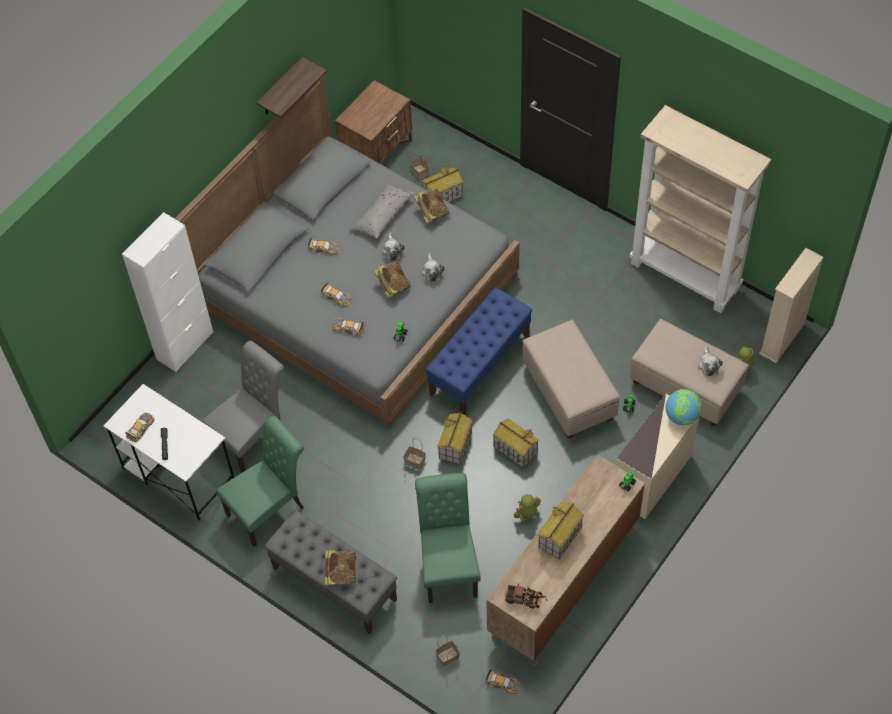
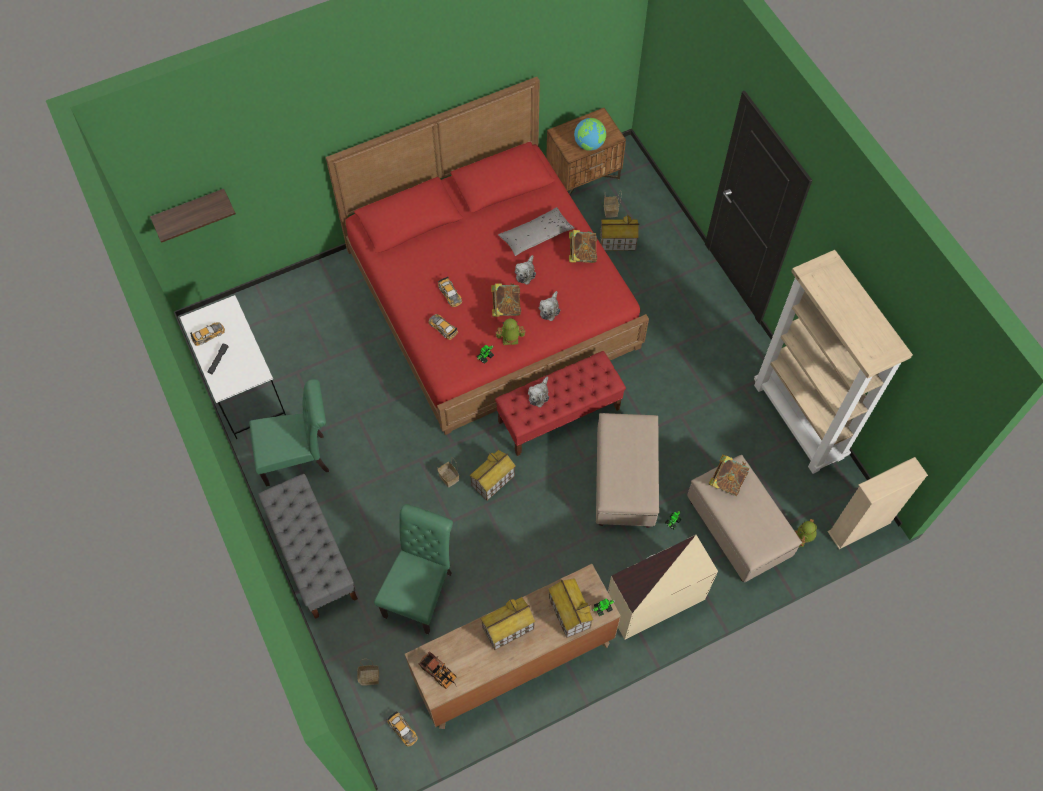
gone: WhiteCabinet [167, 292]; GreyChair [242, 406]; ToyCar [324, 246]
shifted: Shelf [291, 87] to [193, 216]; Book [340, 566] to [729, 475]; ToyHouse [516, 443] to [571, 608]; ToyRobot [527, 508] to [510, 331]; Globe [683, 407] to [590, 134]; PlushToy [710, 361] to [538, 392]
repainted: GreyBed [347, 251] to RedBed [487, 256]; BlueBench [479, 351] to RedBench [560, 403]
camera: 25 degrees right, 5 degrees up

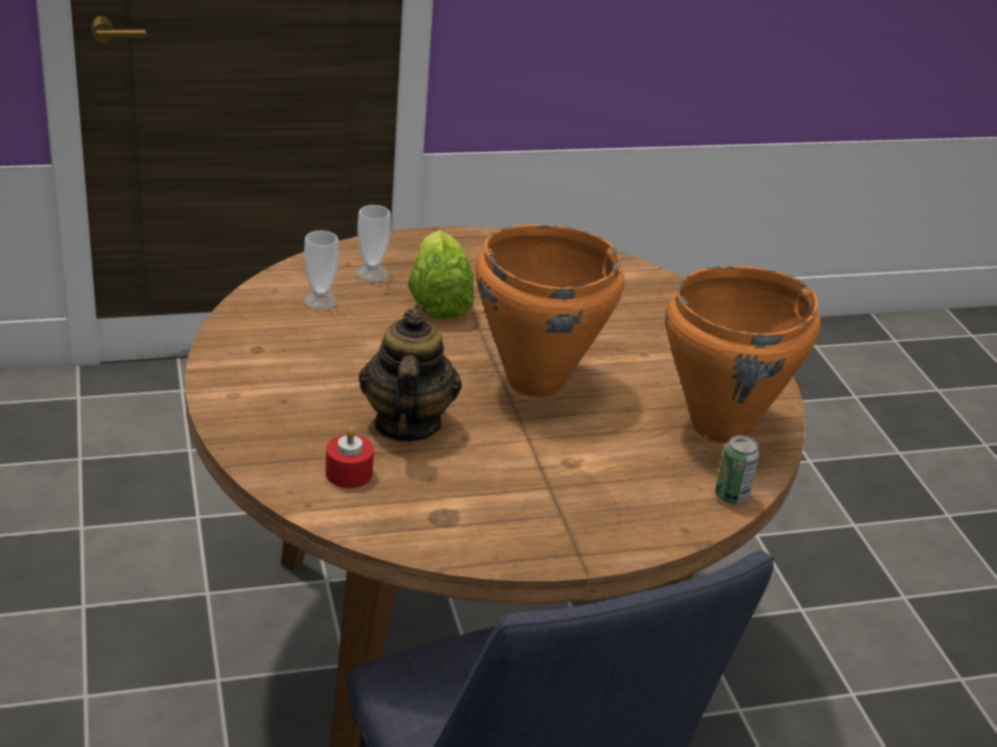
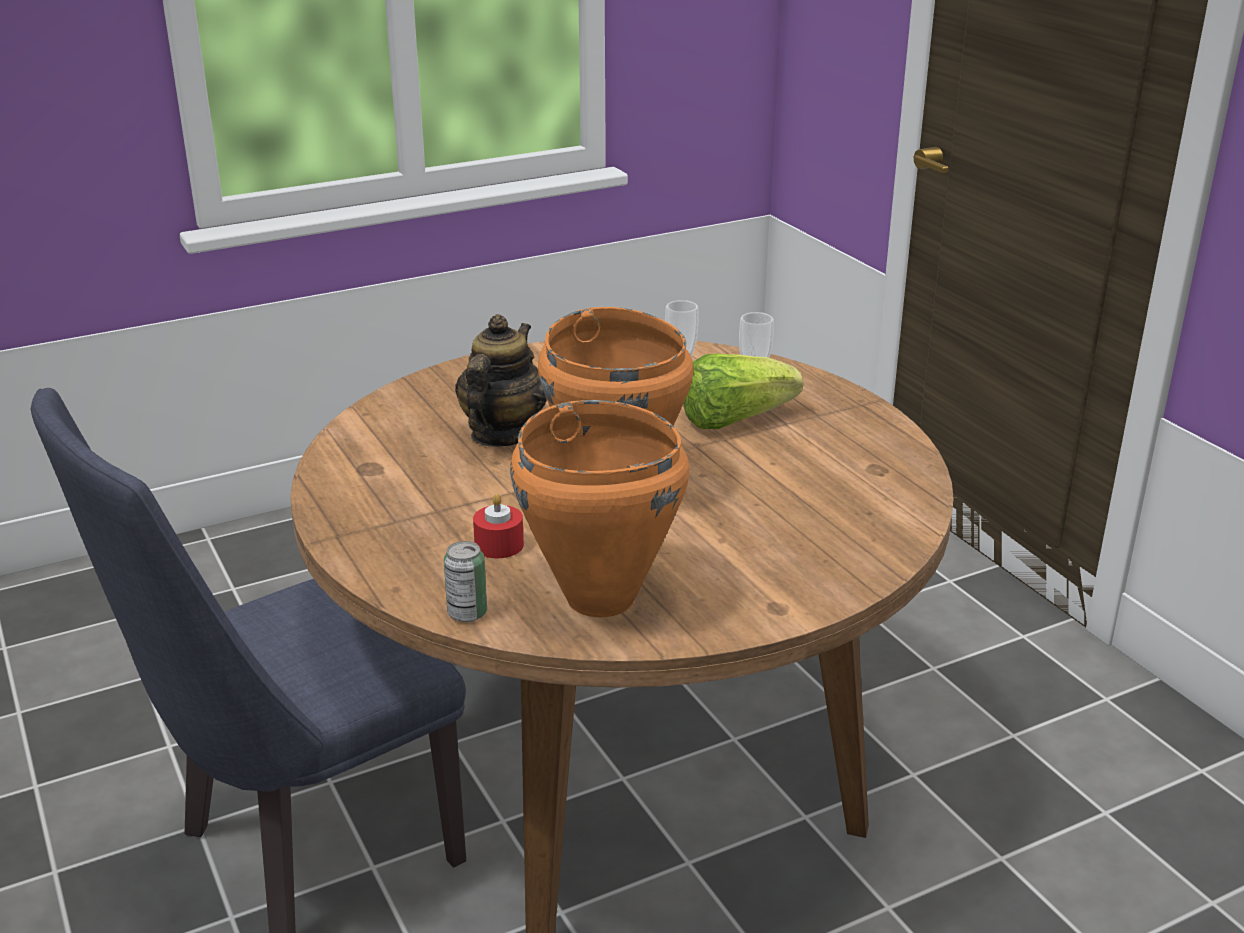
shifted: RedCandle [350, 457] to [498, 526]
rotated: Teapot [410, 373] = [501, 380] 60 degrees counterclockwise
camera: 80 degrees right, 5 degrees down

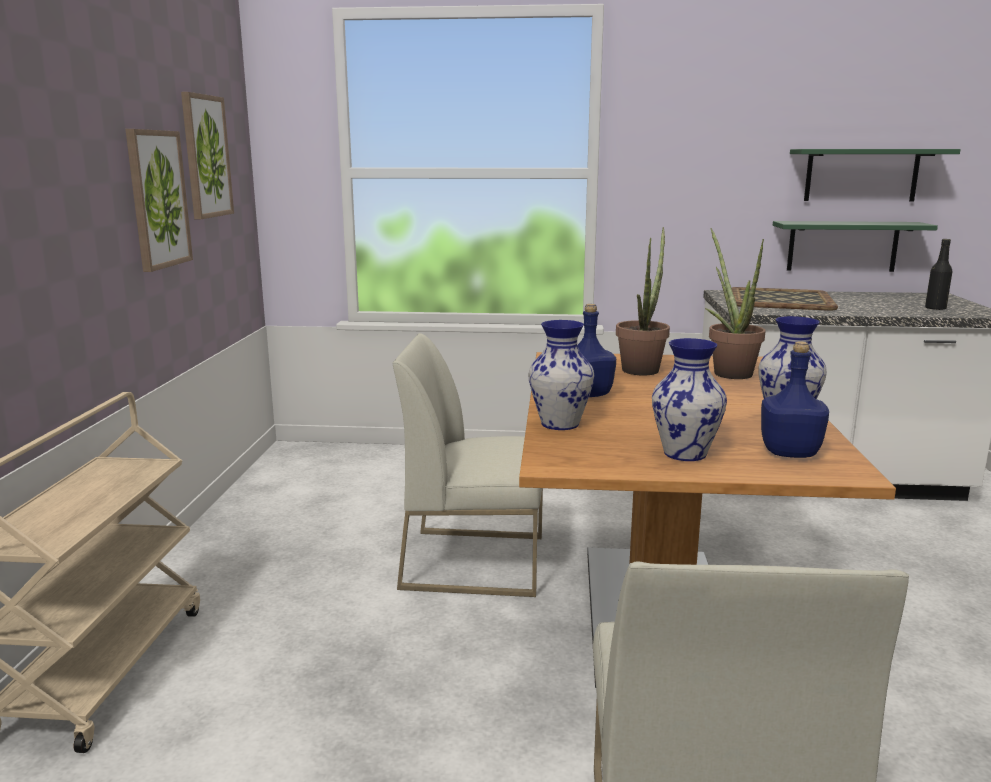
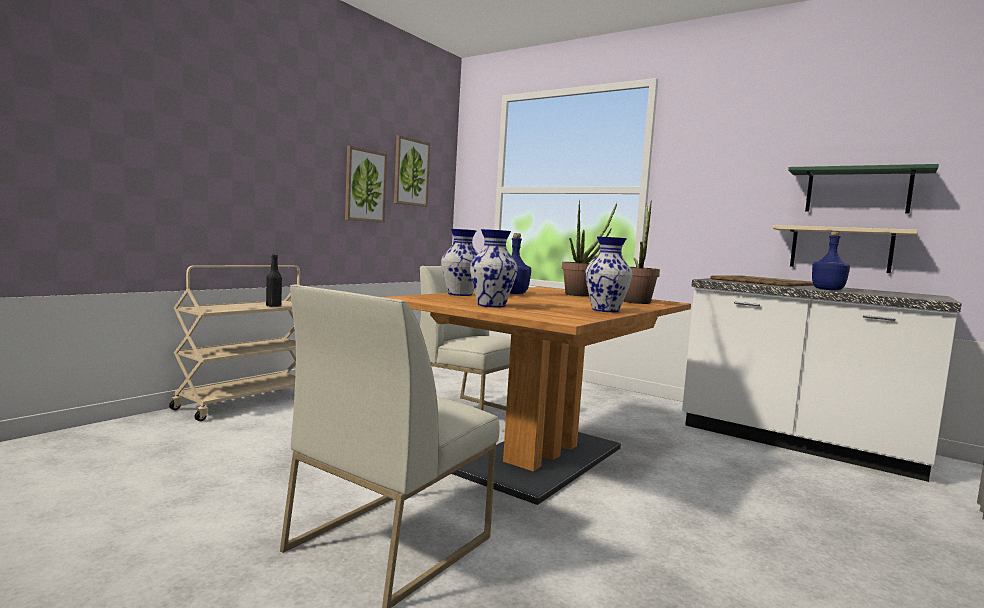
shifted: BlueBottle [795, 399] to [831, 260]; BlackBottle [939, 274] to [274, 280]
repainted: GreenShelf [855, 246] to BeigeShelf [845, 249]
camera: 30 degrees right, 10 degrees down

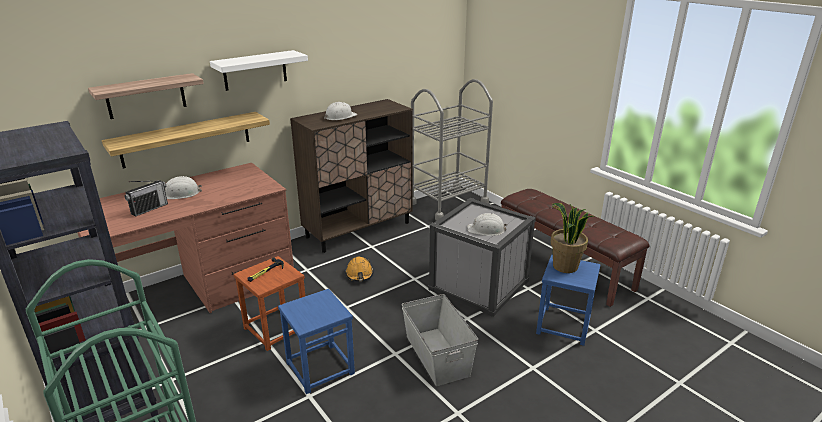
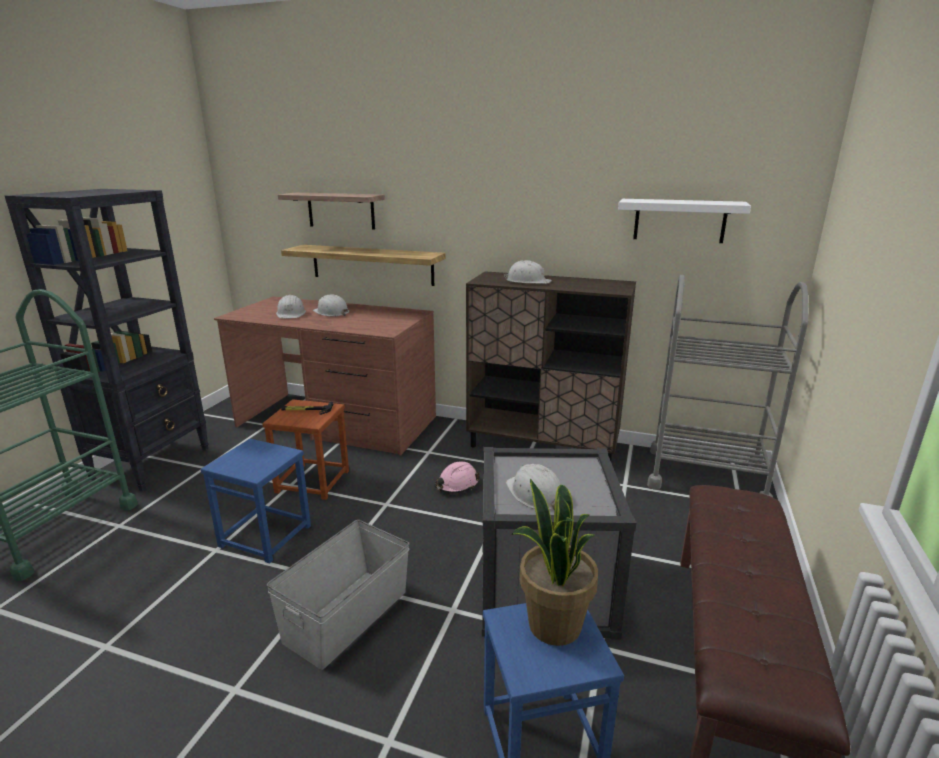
shifted: WhiteShelf [259, 70] to [684, 221]
swapped: Radio [146, 198] to WhiteHardHat [291, 307]
repainted: OrangeHardHat [359, 268] to PinkHardHat [457, 477]
camera: 55 degrees right, 5 degrees down

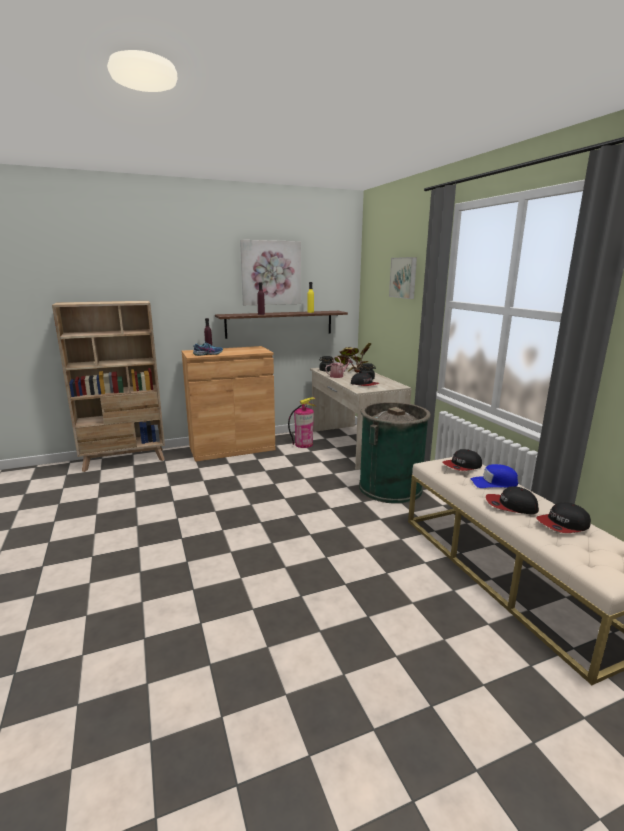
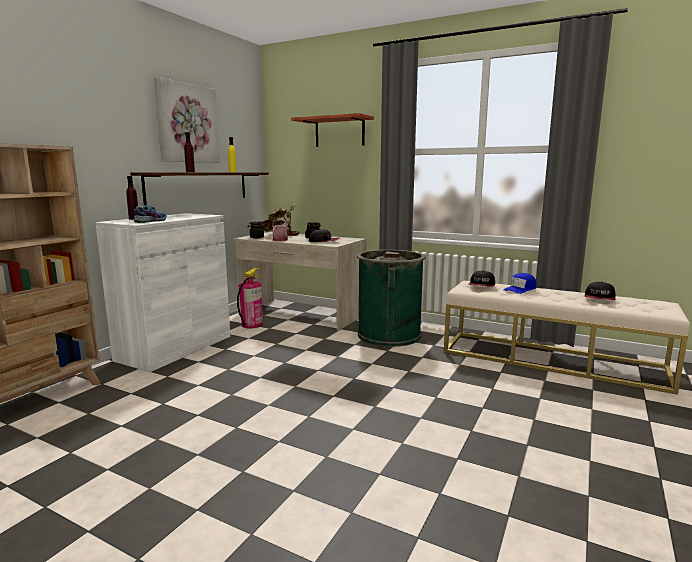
gone: Cap [512, 500]
swapped: Picture [403, 278] to Shelf [332, 130]
repainted: BrownCabinet [228, 404] to WhiteCabinet [162, 292]
camera: 40 degrees left, 5 degrees down

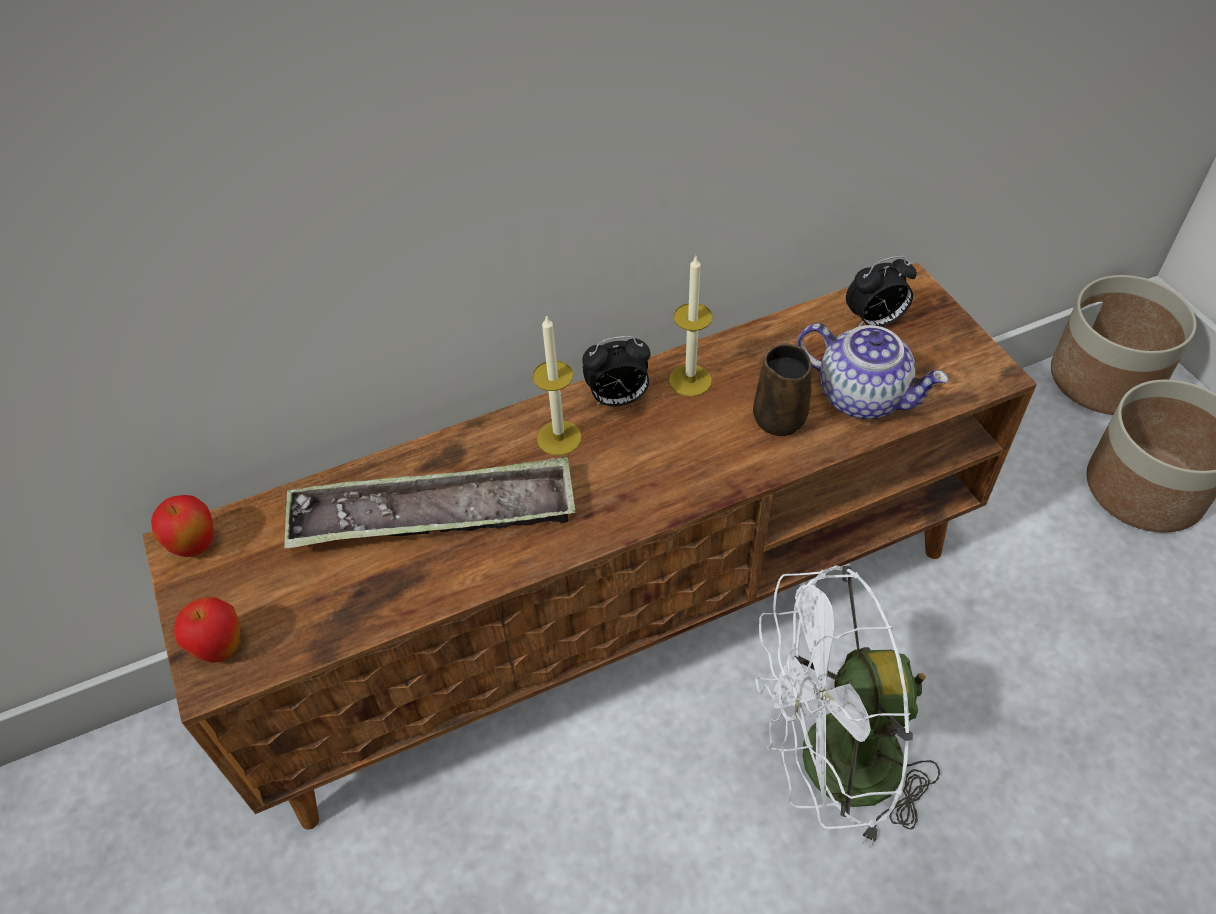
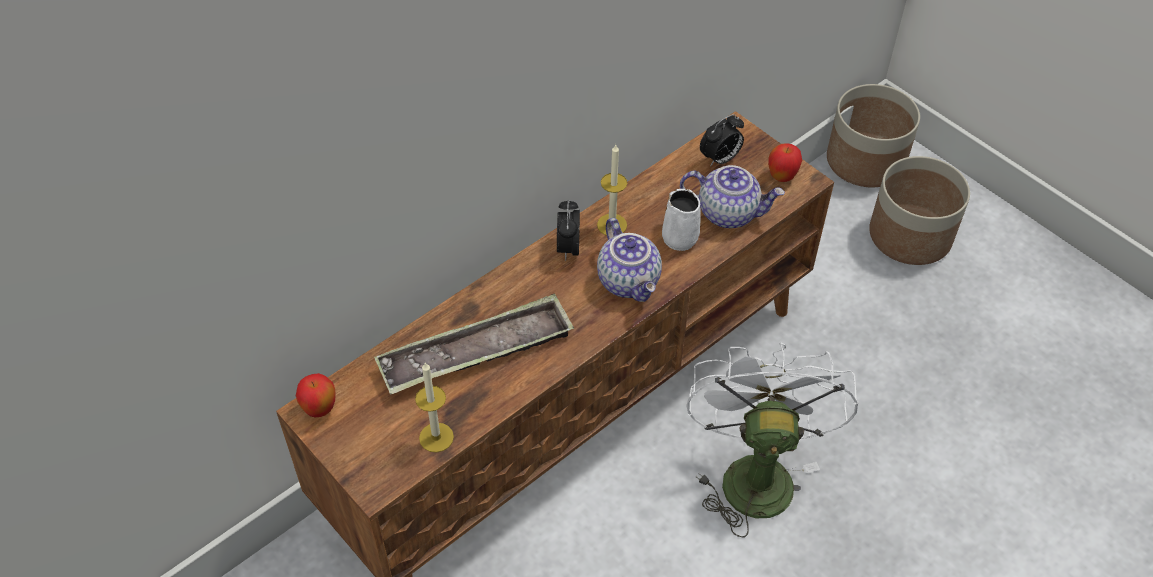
new: Teapot [629, 260]
shifted: Apple [207, 629] to [785, 162]; Candle [557, 385] to [434, 408]
repainted: BrownMug [782, 389] to WhiteMug [681, 220]
rotated: AlarmClock [616, 371] = [568, 230] 120 degrees clockwise; WhiteFan [847, 706] = [772, 440] 120 degrees clockwise
camera: 20 degrees left, 0 degrees up

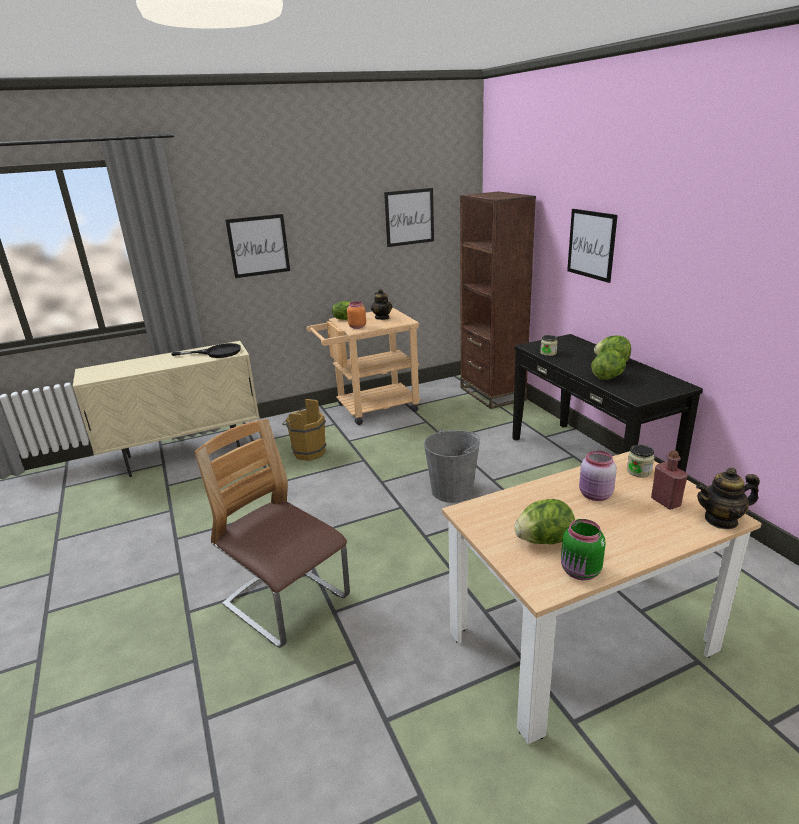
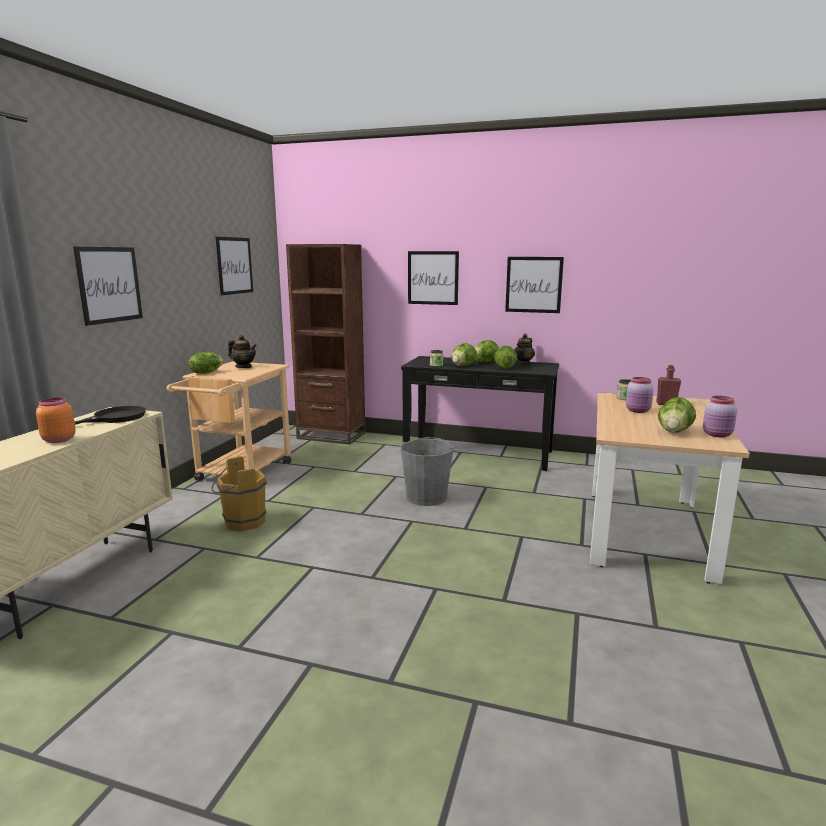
gone: Chair [272, 533]
new: Lettuce [464, 354]; Picture [534, 285]
shifted: OrangeJar [356, 315] to [56, 420]; Teapot [728, 498] to [524, 349]
repainted: GreenJar [583, 549] to PinkJar [720, 416]
camera: 50 degrees left, 10 degrees down

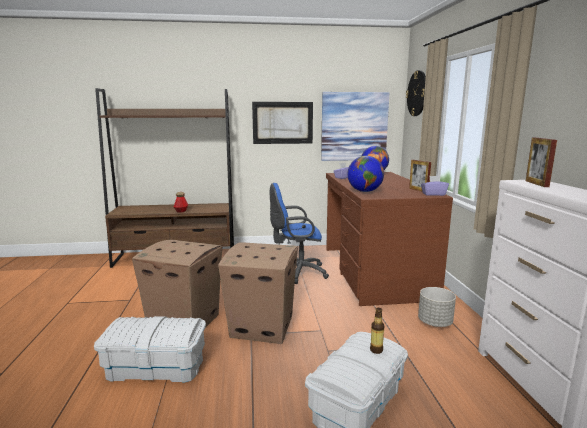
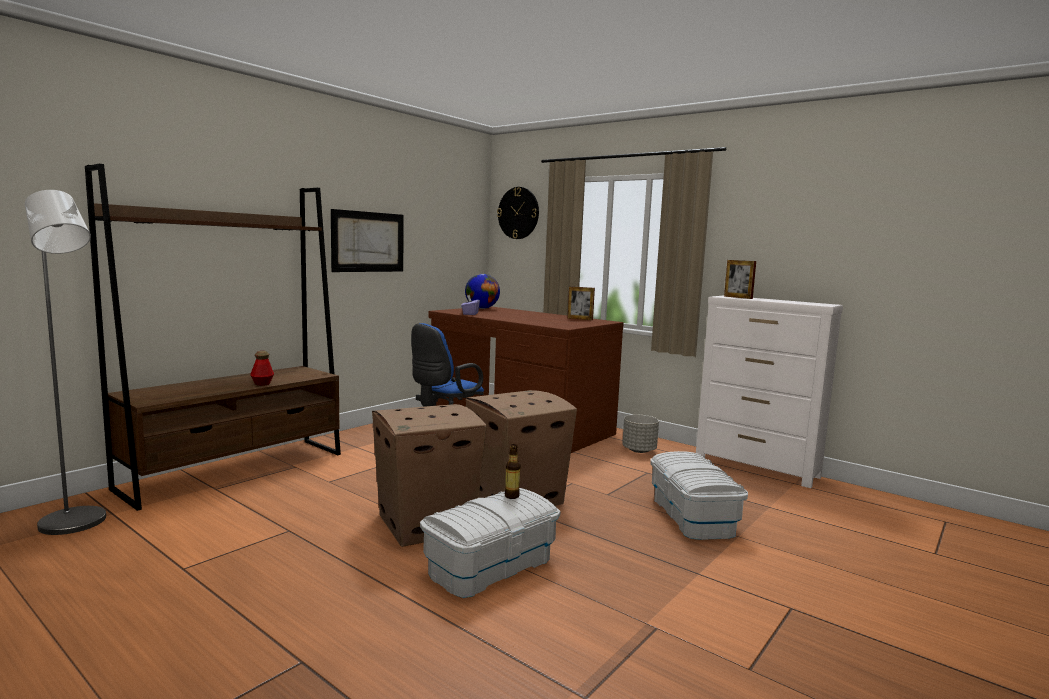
gone: Picture [355, 126]; Globe [365, 174]; PurpleTissueBox [435, 186]
new: GreyFloorLamp [65, 362]
shifted: Bottle [377, 331] to [512, 471]
camera: 45 degrees left, 5 degrees down

